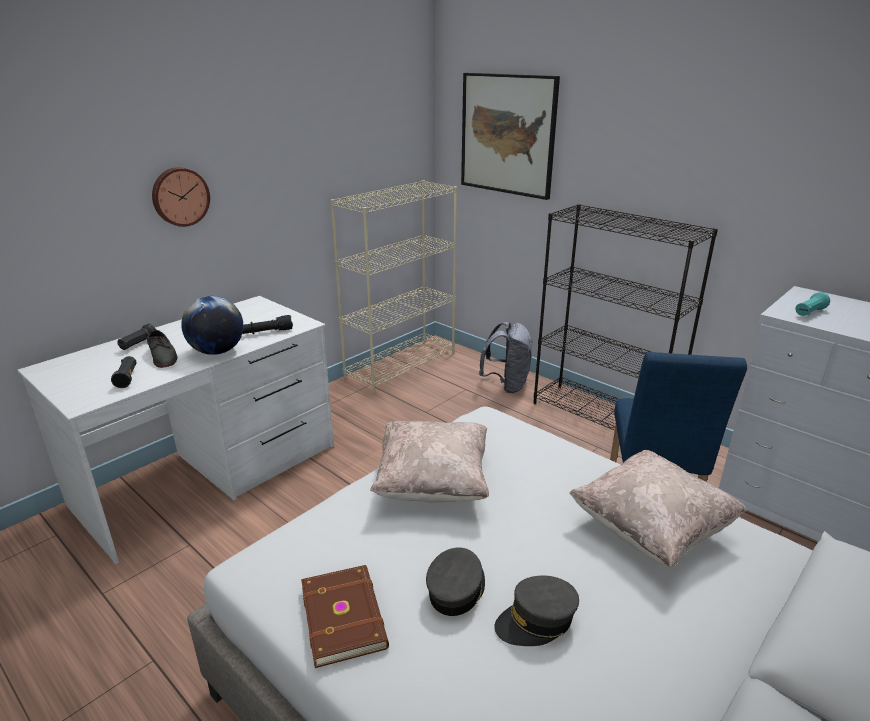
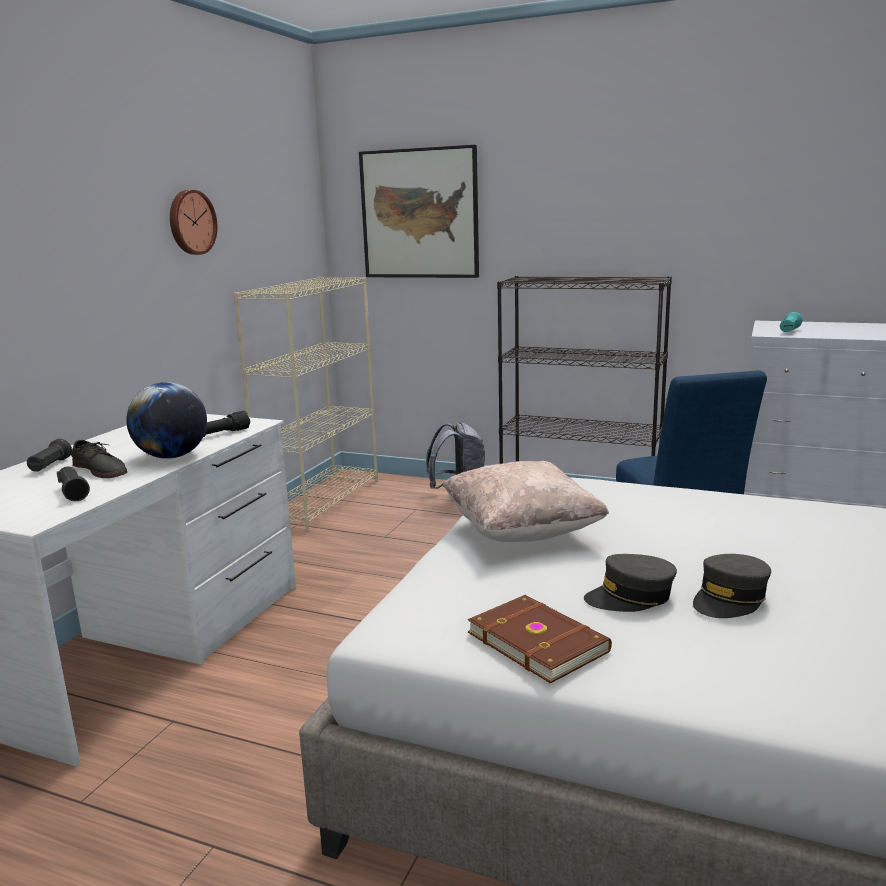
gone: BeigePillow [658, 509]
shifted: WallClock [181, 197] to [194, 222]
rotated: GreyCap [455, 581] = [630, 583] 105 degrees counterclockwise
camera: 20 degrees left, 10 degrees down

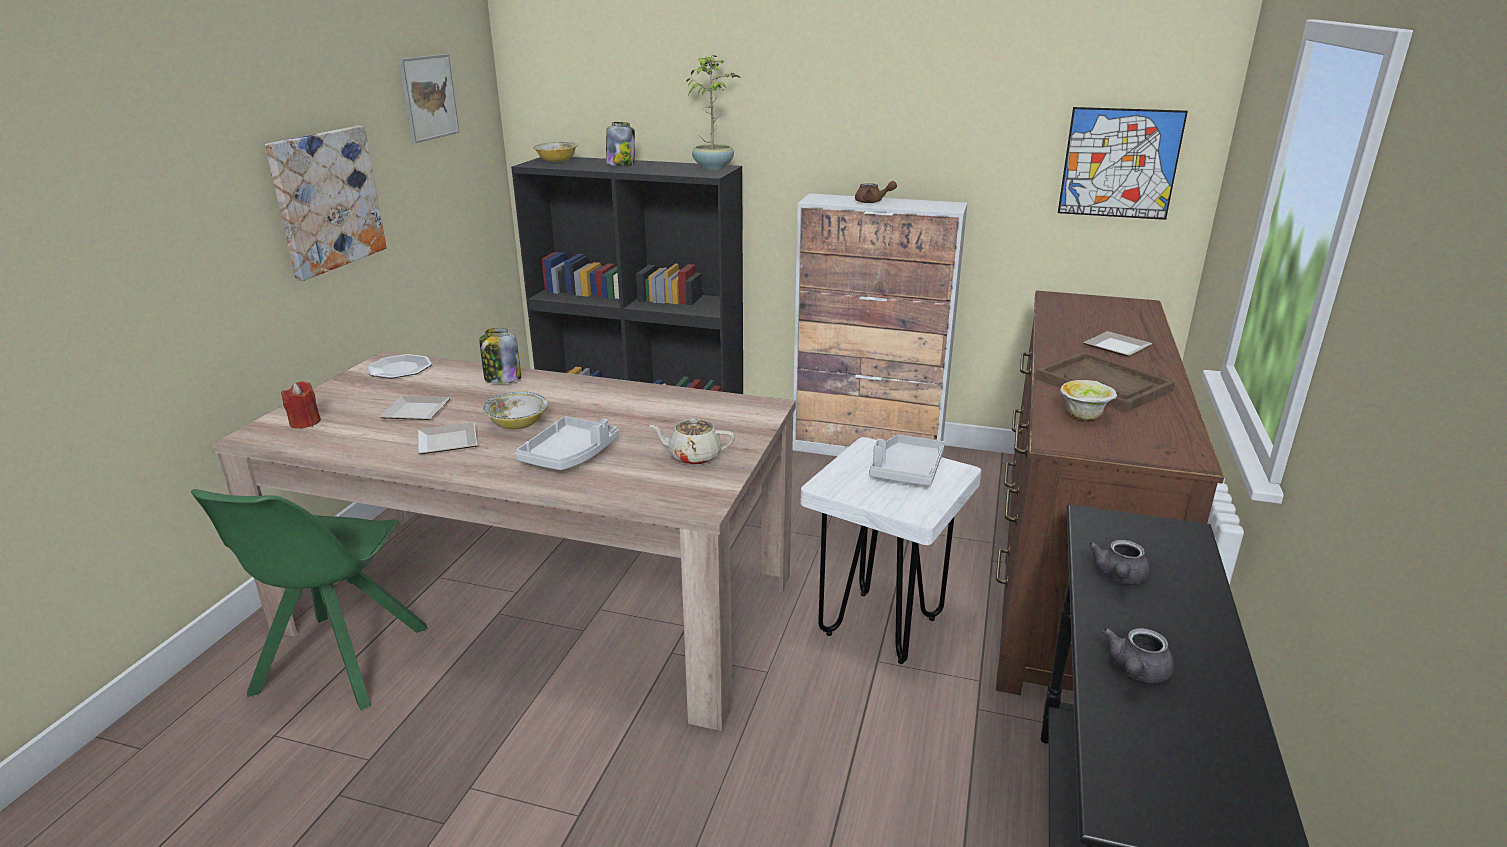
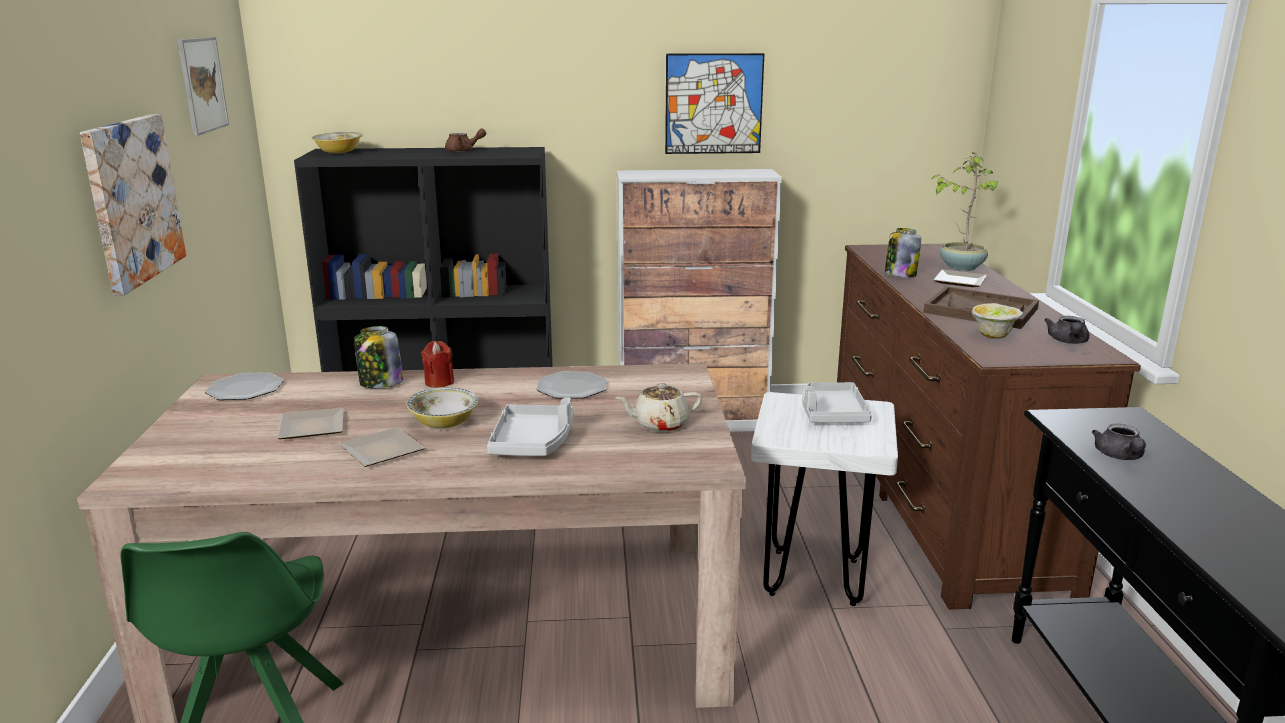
new: Plate [571, 385]
shifted: RedCandle [301, 405] to [437, 364]; Jar [620, 144] to [903, 253]; PottedPlant [713, 112] to [966, 211]; BrownTeapot [876, 192] to [465, 140]; Picture [1123, 163] to [715, 103]; GreyTeapot [1138, 655] to [1066, 330]
camera: 20 degrees left, 5 degrees down

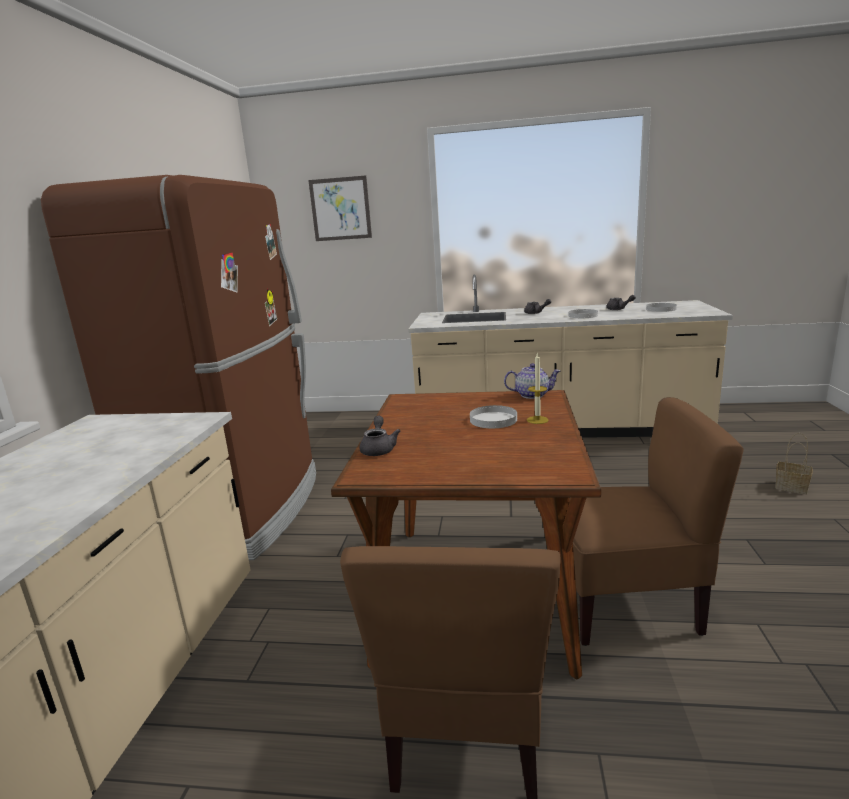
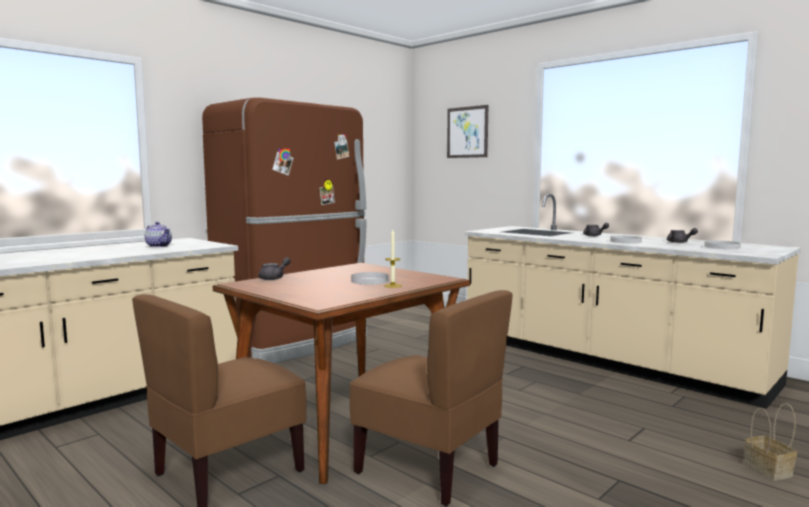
shifted: Teapot [532, 381] to [158, 234]
camera: 35 degrees right, 10 degrees down

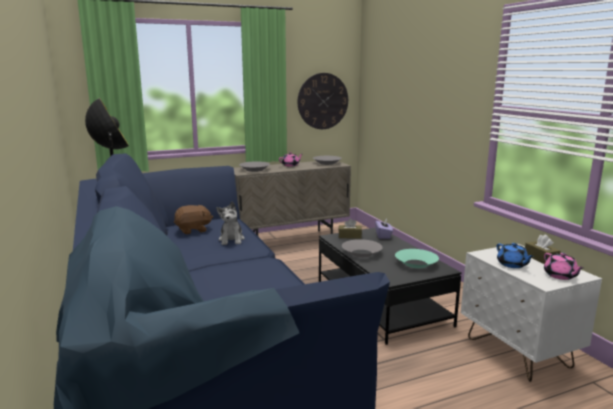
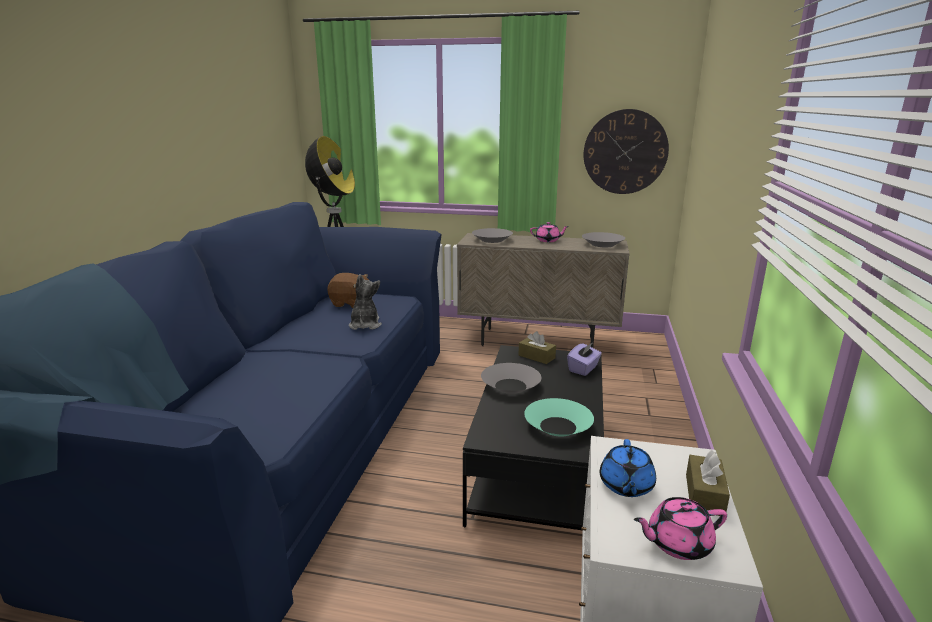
rotated: PlushToy [230, 223] = [365, 302] 150 degrees clockwise; PinkTeapot [564, 266] = [680, 528] 60 degrees clockwise
camera: 35 degrees right, 5 degrees up

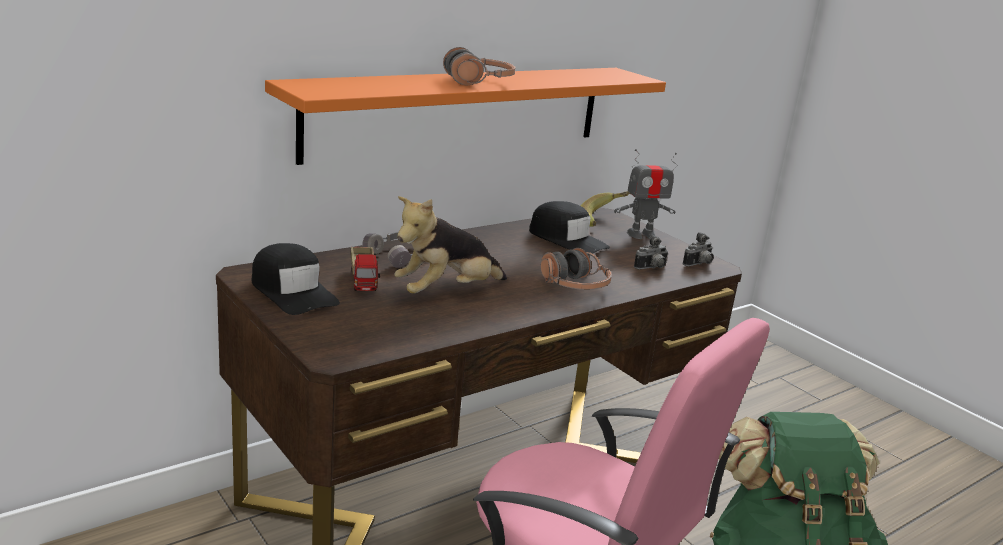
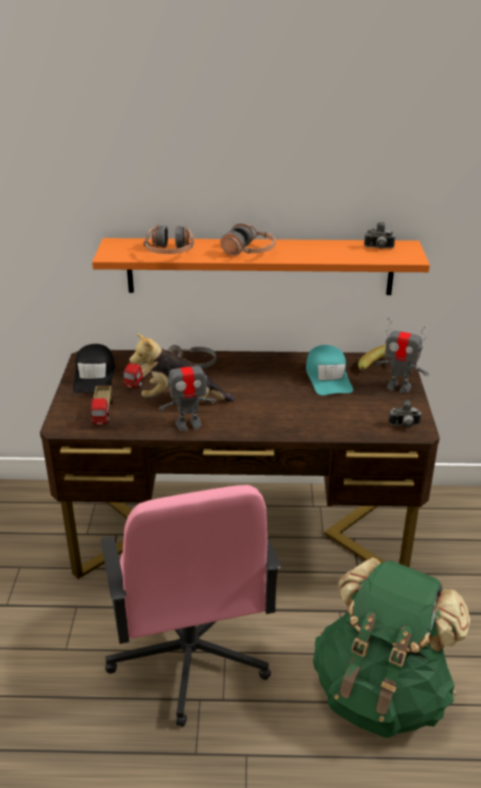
new: ToyTruck [101, 405]; ToyRobot [187, 393]
shifted: Headphones [576, 269] to [169, 239]; PhotoCamera [651, 252] to [379, 235]
repainted: BlackCap [569, 227] to TurquoiseCap [329, 370]
camera: 40 degrees right, 10 degrees up

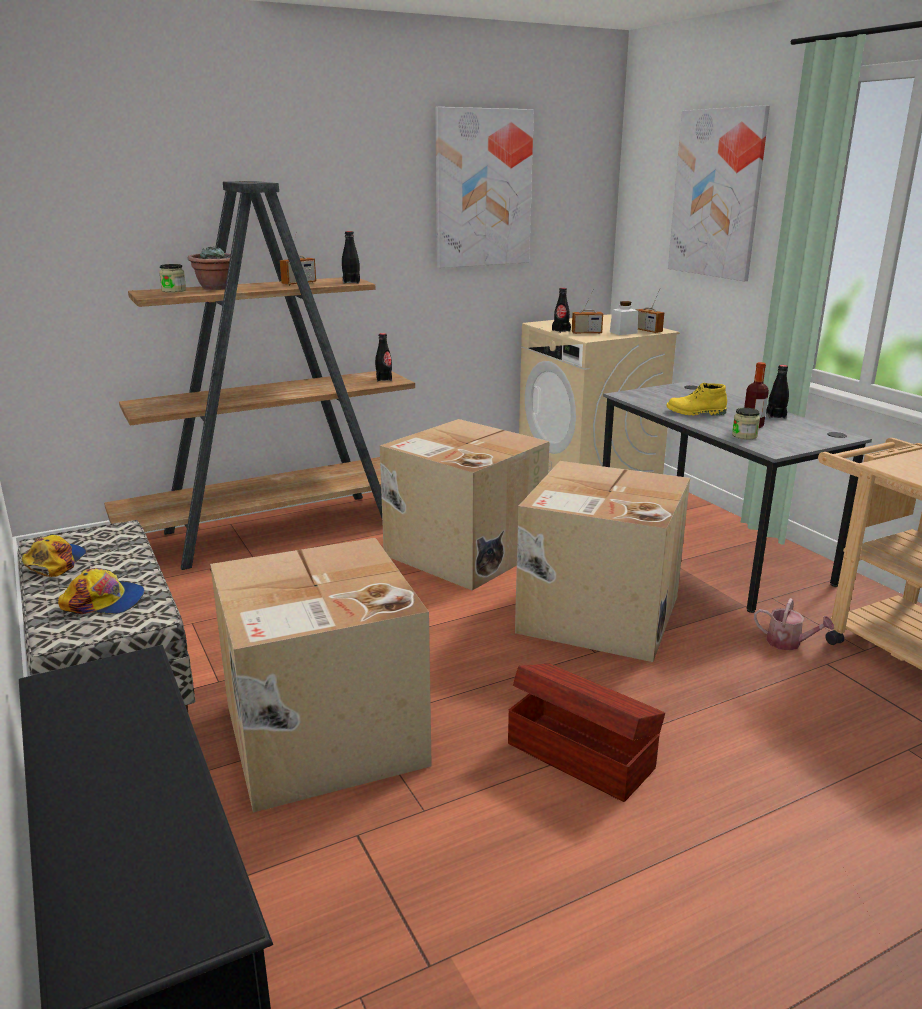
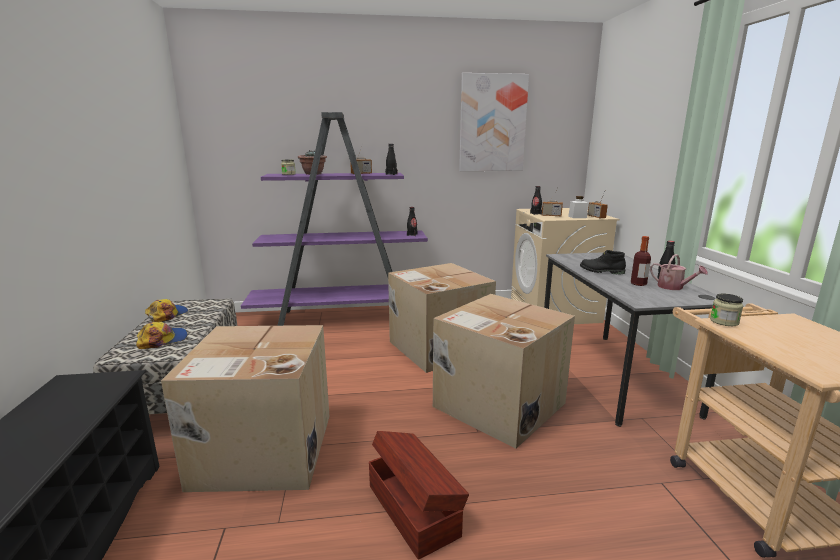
gone: Picture [719, 193]
shifted: Jar [746, 424] to [726, 310]; WateringCan [794, 624] to [679, 272]
repainted: BrownBookcase [259, 375] to PurpleBookcase [334, 219]; YellowBoot [696, 399] to BlackBoot [603, 262]
rotated: Cap [101, 591] = [162, 335] 60 degrees counterclockwise
camera: 20 degrees right, 5 degrees down

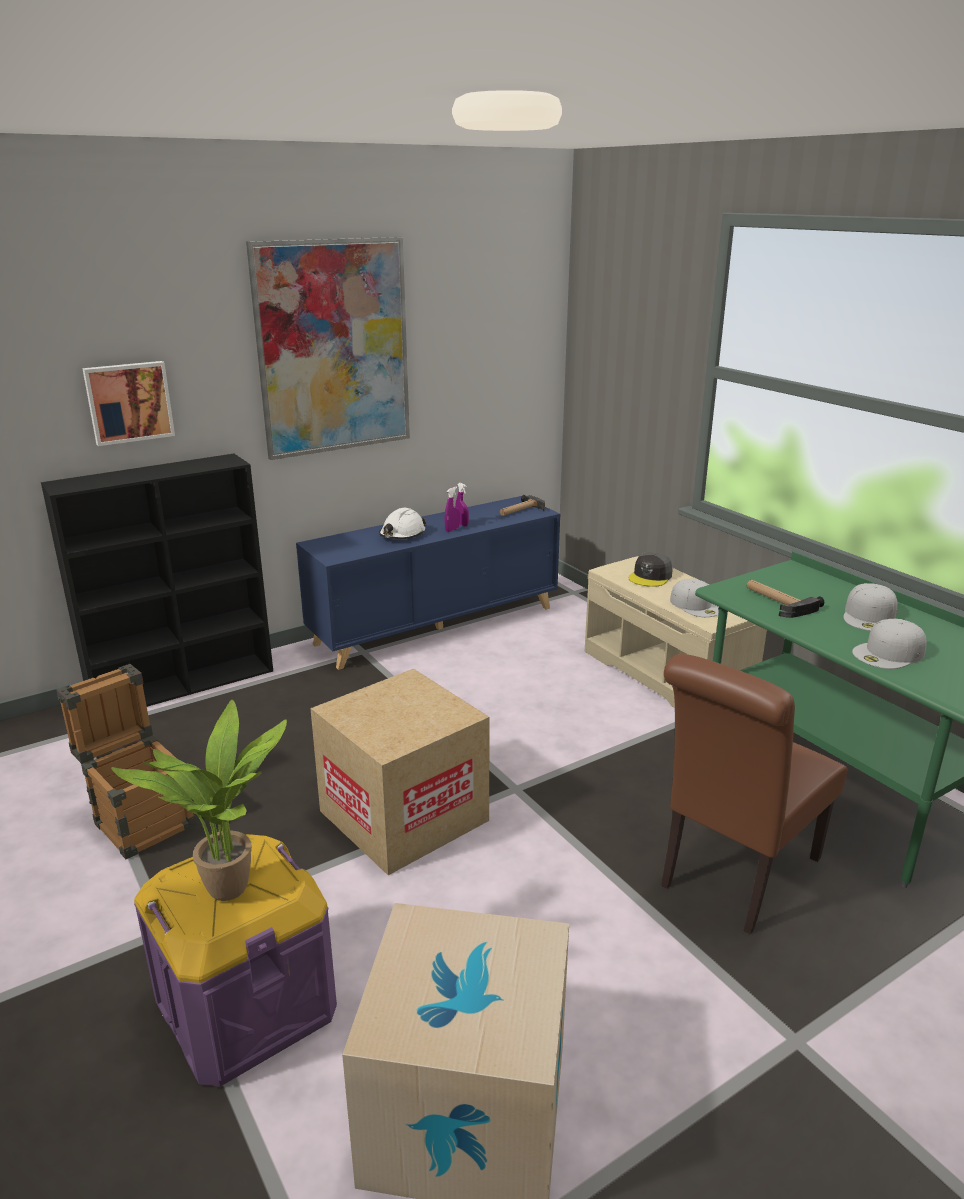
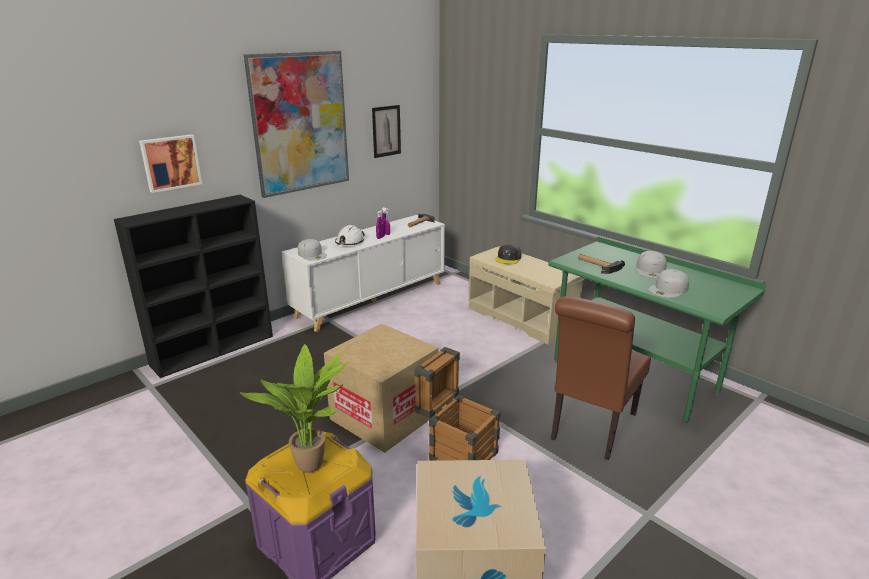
new: Picture [386, 131]
shifted: Crate [126, 761] to [457, 404]; WhiteCap [694, 598] to [312, 250]
repainted: BlueCabinet [428, 583] to WhiteCabinet [363, 273]
camera: 10 degrees left, 0 degrees up

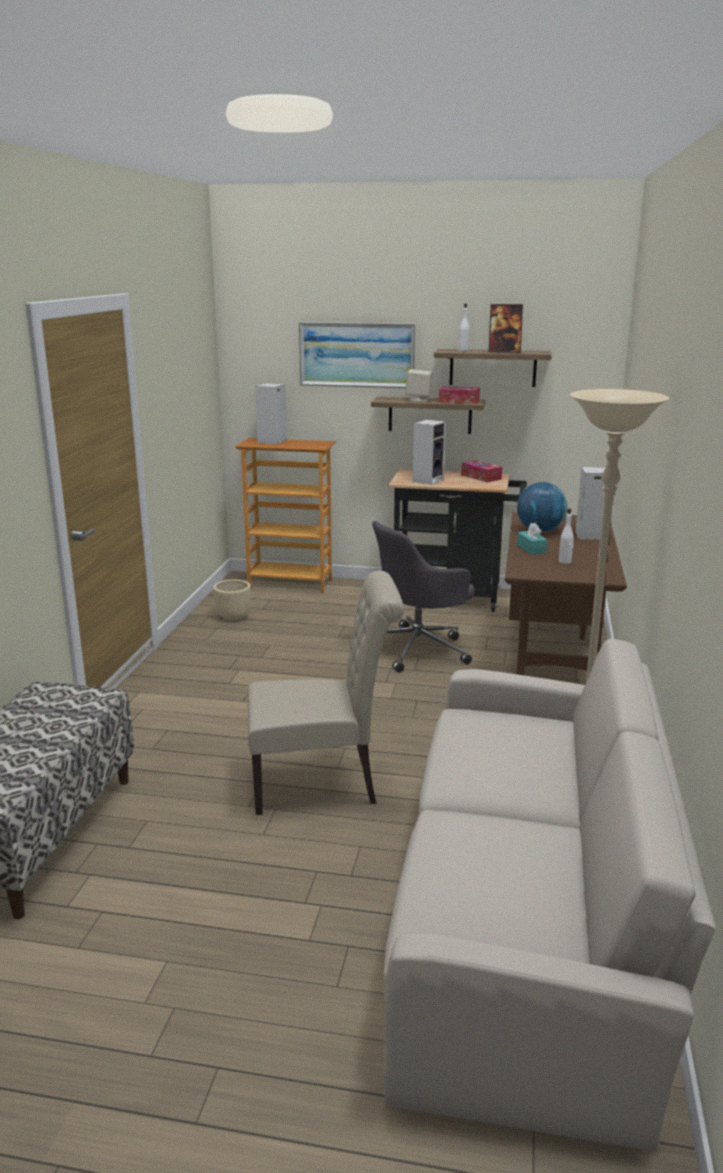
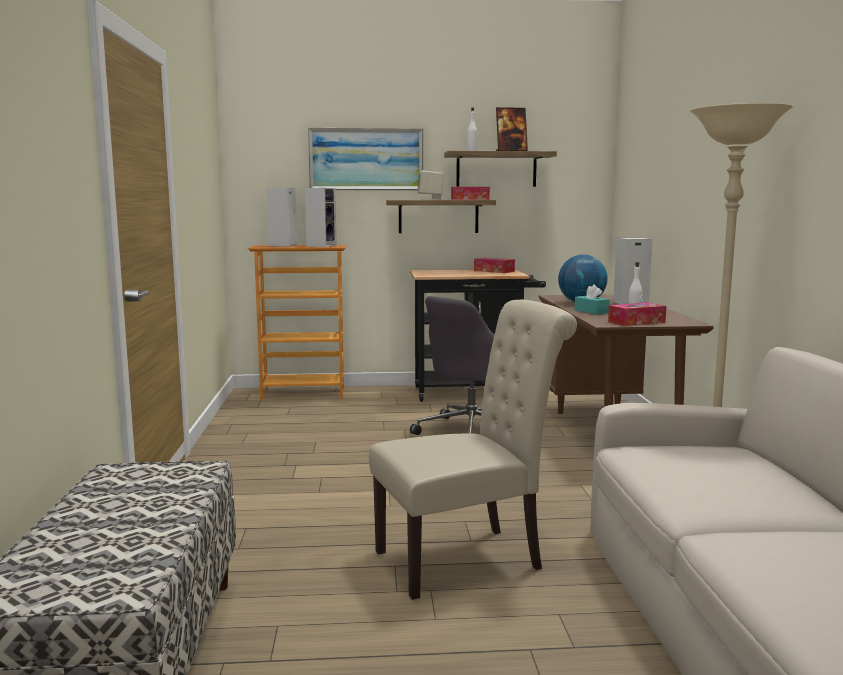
gone: BeigePlanter [232, 600]
new: TissueBox [637, 314]
shifted: Speaker [429, 452] to [321, 217]
camera: 15 degrees left, 10 degrees down

